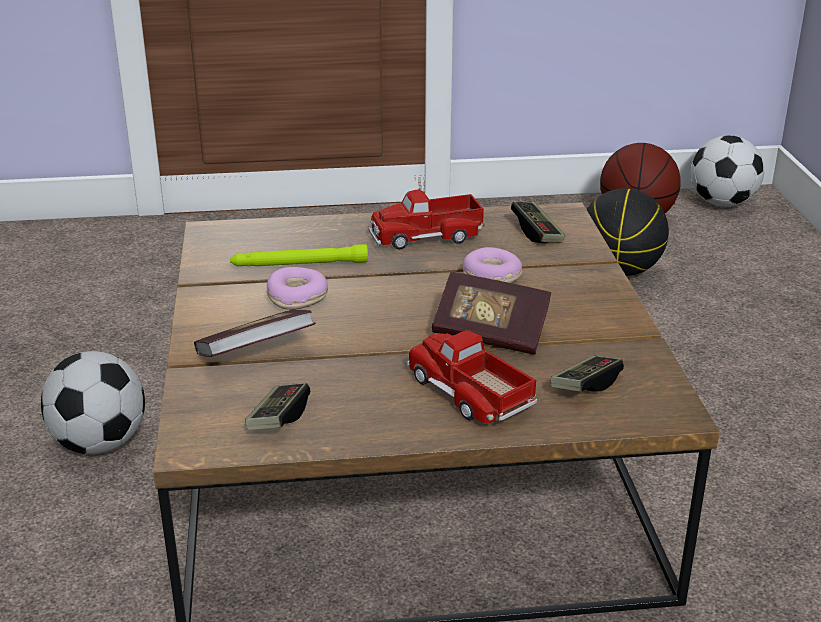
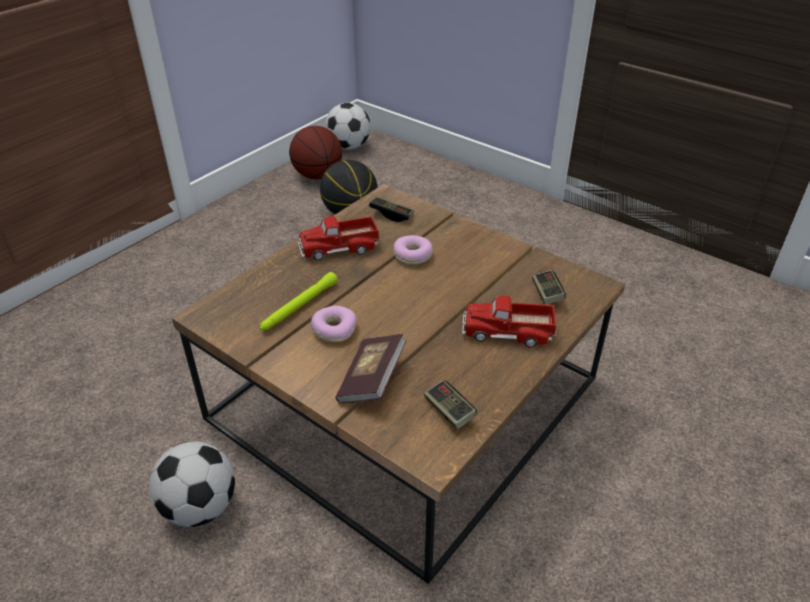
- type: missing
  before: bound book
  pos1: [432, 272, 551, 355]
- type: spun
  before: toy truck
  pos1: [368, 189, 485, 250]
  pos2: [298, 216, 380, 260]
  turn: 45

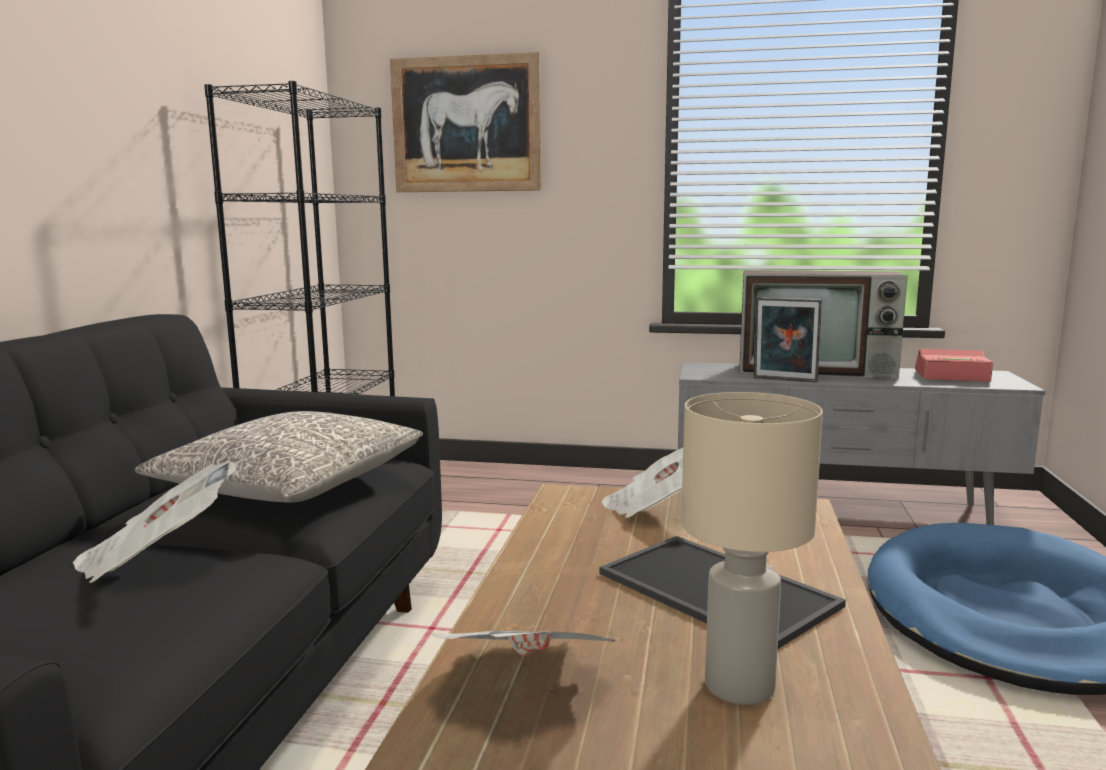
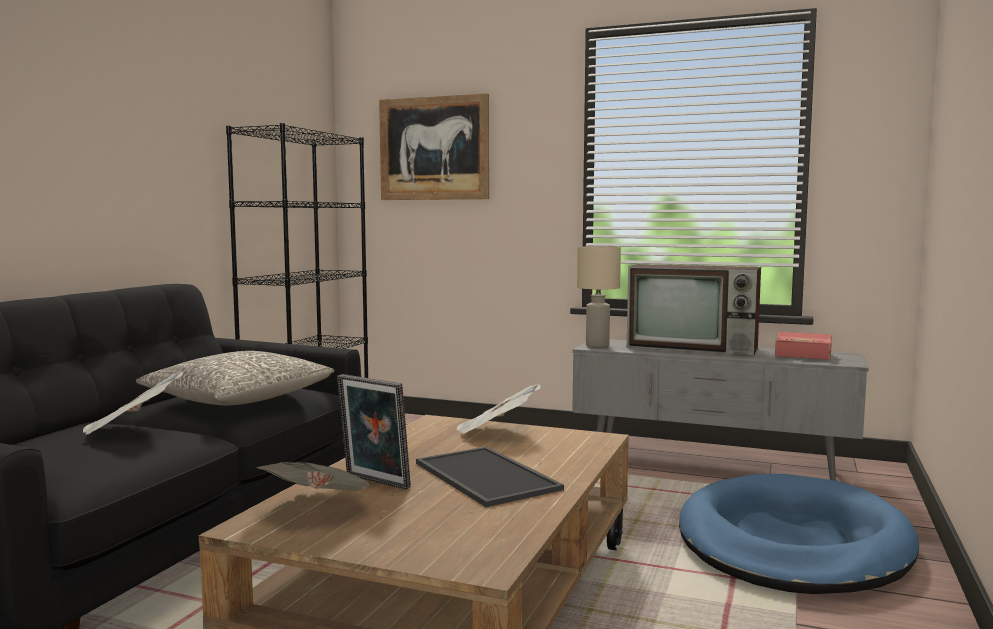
- type: relocated
  before: beige lamp for a table
  pos1: [681, 392, 823, 705]
  pos2: [577, 246, 621, 347]
- type: relocated
  before: standing frame
  pos1: [753, 297, 822, 382]
  pos2: [337, 374, 411, 490]

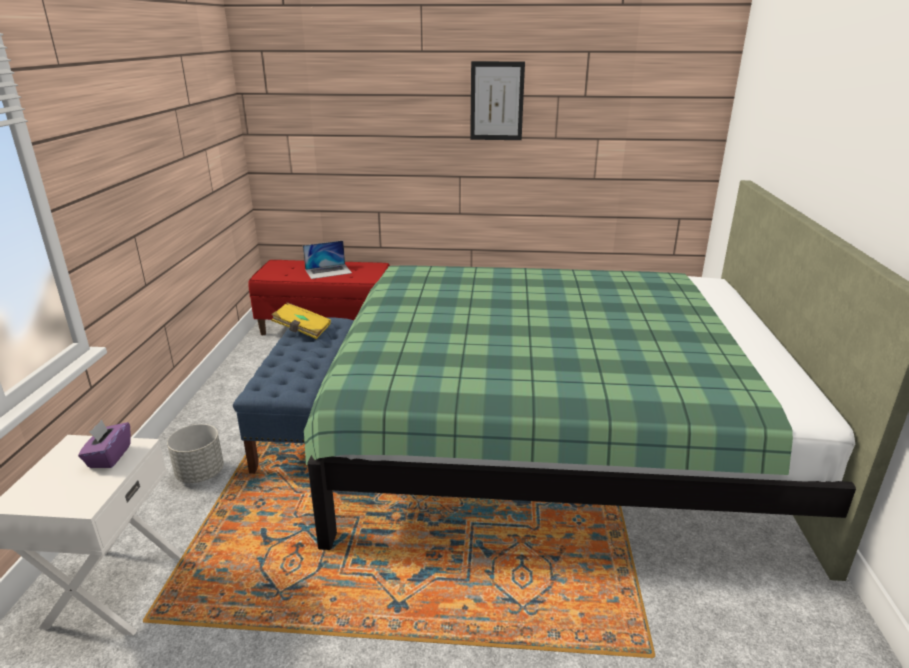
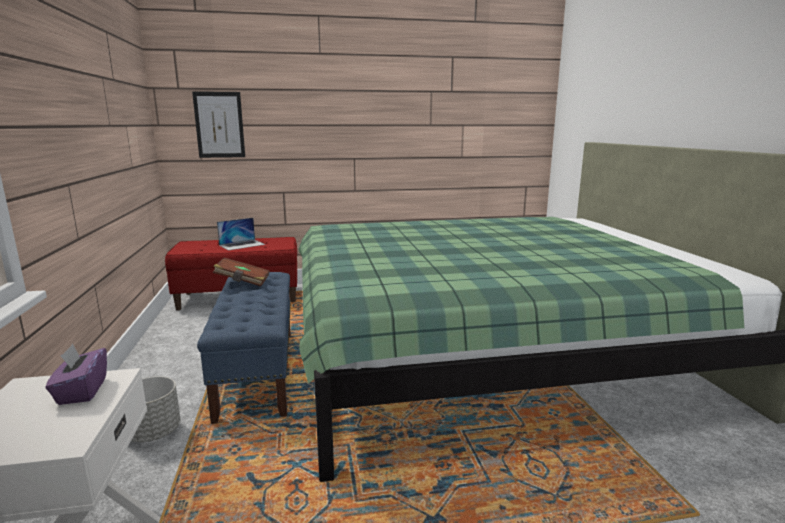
- type: relocated
  before: wall art
  pos1: [470, 61, 525, 140]
  pos2: [192, 91, 245, 158]
- type: colour
  before: yellow-coloured bound book
  after: brownish bound book
  pos1: [271, 302, 331, 339]
  pos2: [213, 258, 270, 287]

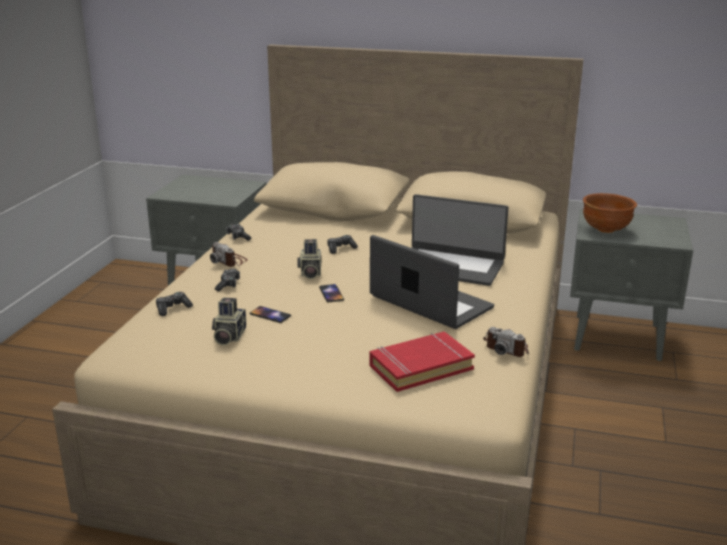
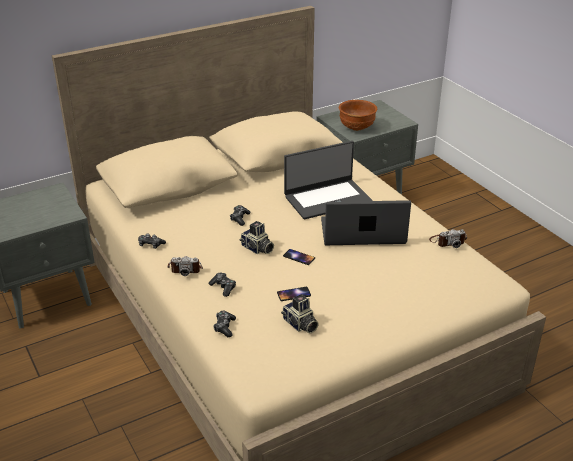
- type: missing
  before: red-coloured bound book
  pos1: [369, 332, 475, 392]

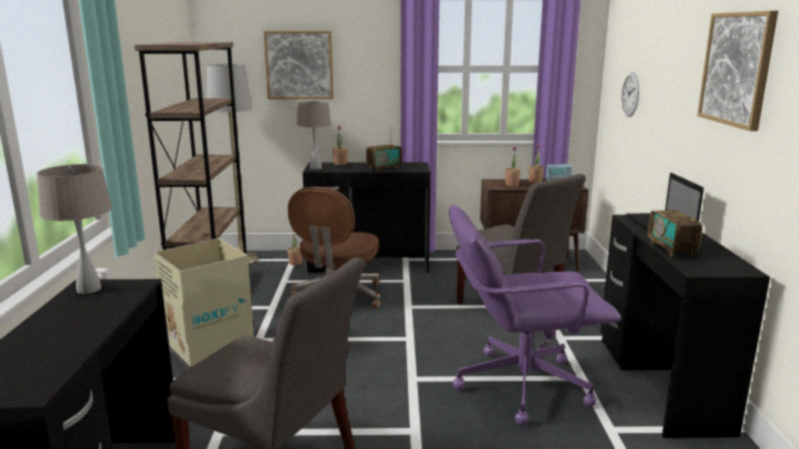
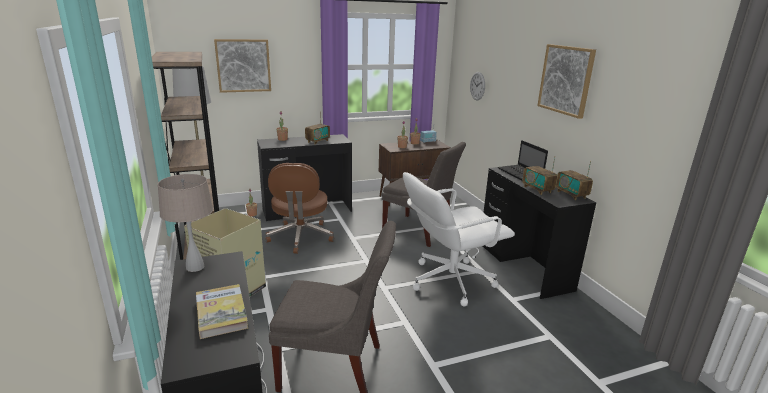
- type: missing
  before: beige lamp for a table
  pos1: [297, 101, 331, 170]
- type: appeared
  after: bound book
  pos2: [196, 284, 248, 339]
- type: appeared
  after: radio set
  pos2: [556, 161, 593, 200]
- type: colour
  before: purplish desk chair
  after: whitish desk chair
  pos1: [449, 205, 621, 425]
  pos2: [403, 172, 515, 307]

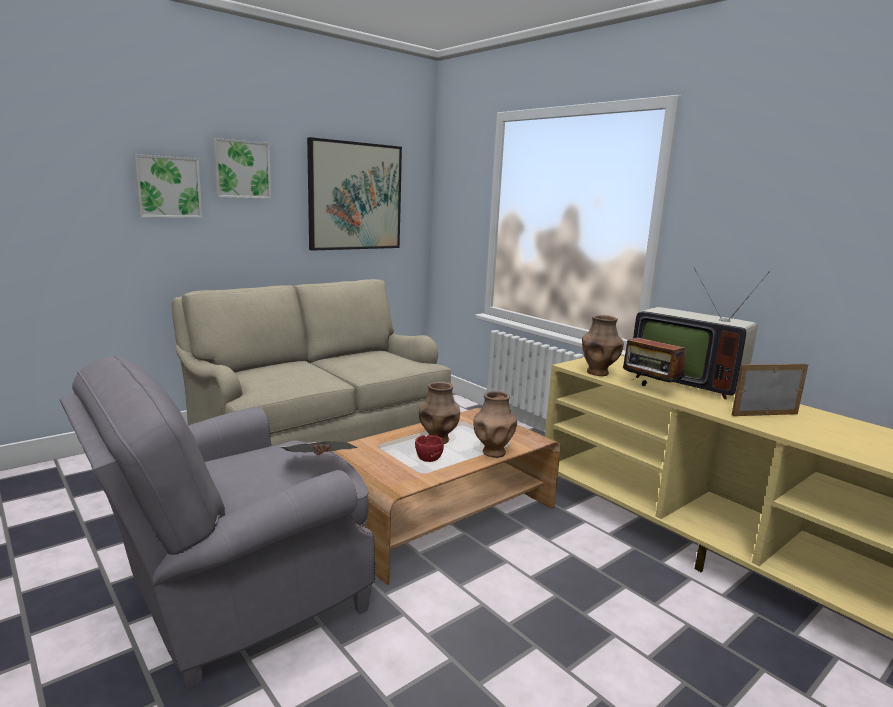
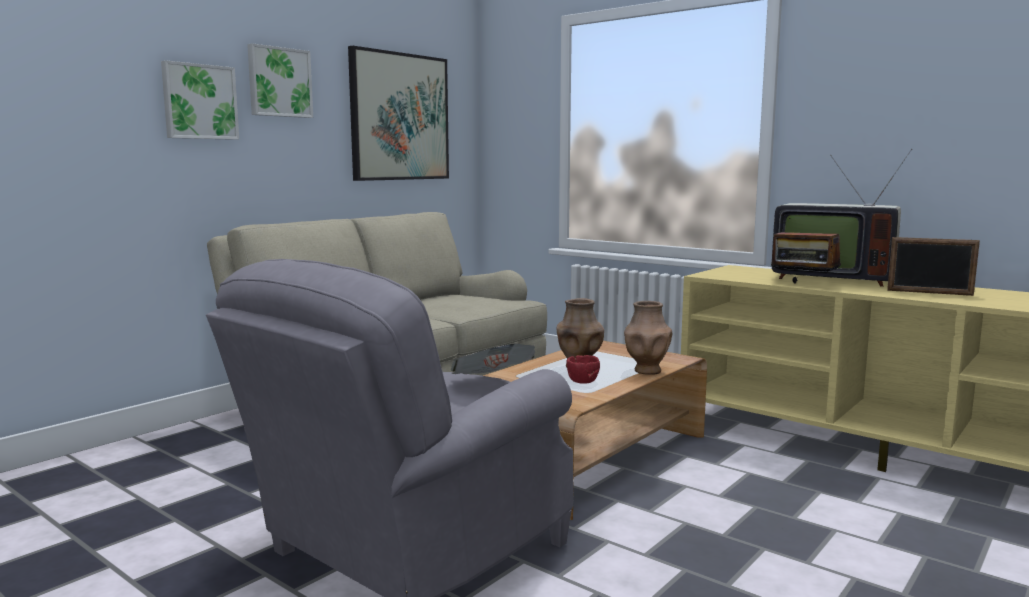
- type: missing
  before: brownish vase
  pos1: [582, 315, 624, 376]
- type: spun
  before: standing frame
  pos1: [732, 364, 808, 416]
  pos2: [887, 237, 980, 296]
  turn: -135

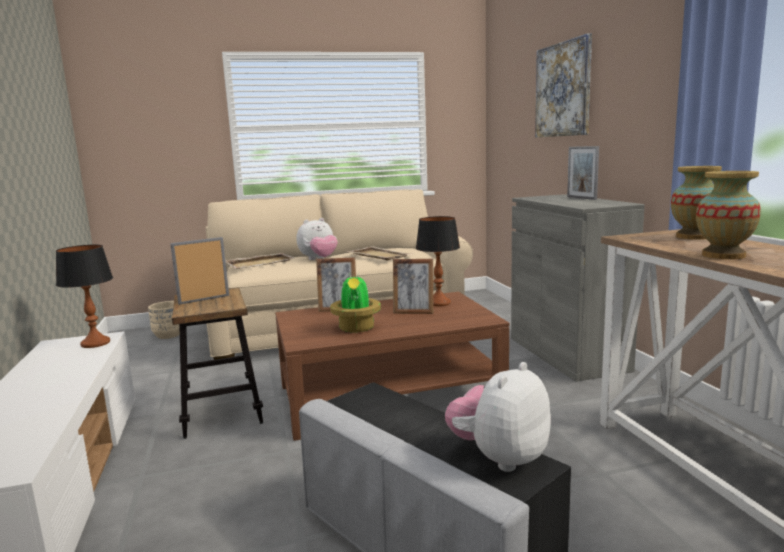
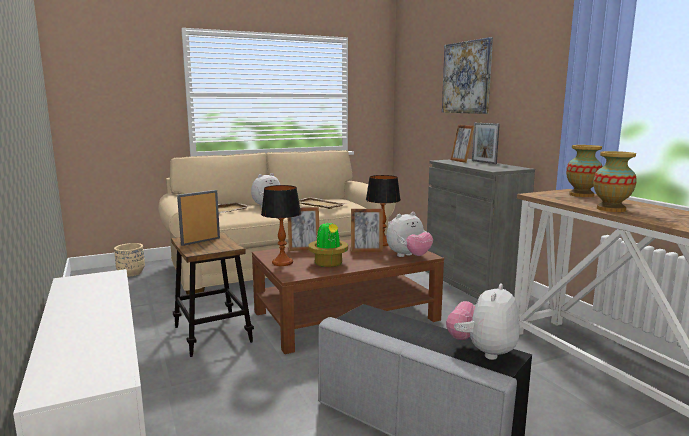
- type: appeared
  after: soft toy
  pos2: [386, 212, 433, 257]
- type: appeared
  after: standing frame
  pos2: [450, 125, 475, 163]
- type: relocated
  before: lamp for a table
  pos1: [56, 245, 113, 348]
  pos2: [261, 185, 301, 266]

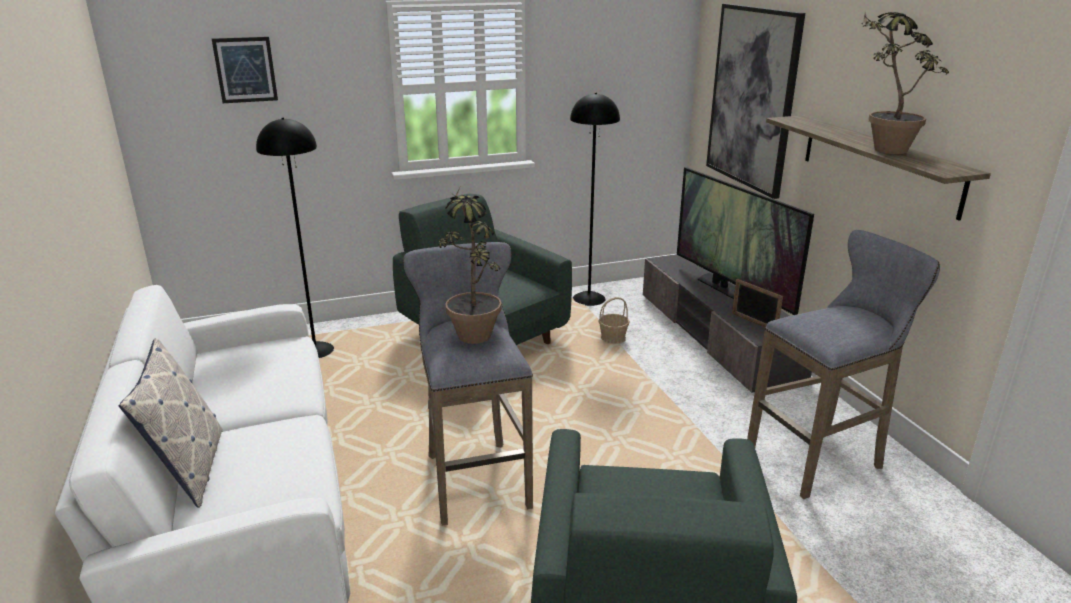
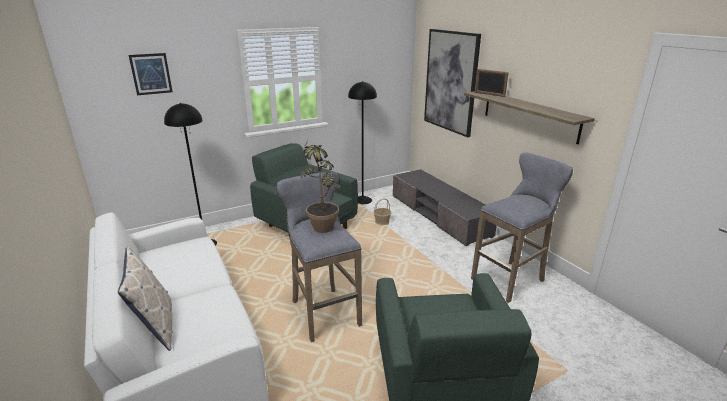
- type: missing
  before: television
  pos1: [677, 167, 814, 315]
- type: missing
  before: plant in a pot
  pos1: [861, 12, 949, 154]
- type: relocated
  before: standing frame
  pos1: [732, 279, 783, 327]
  pos2: [474, 69, 509, 97]

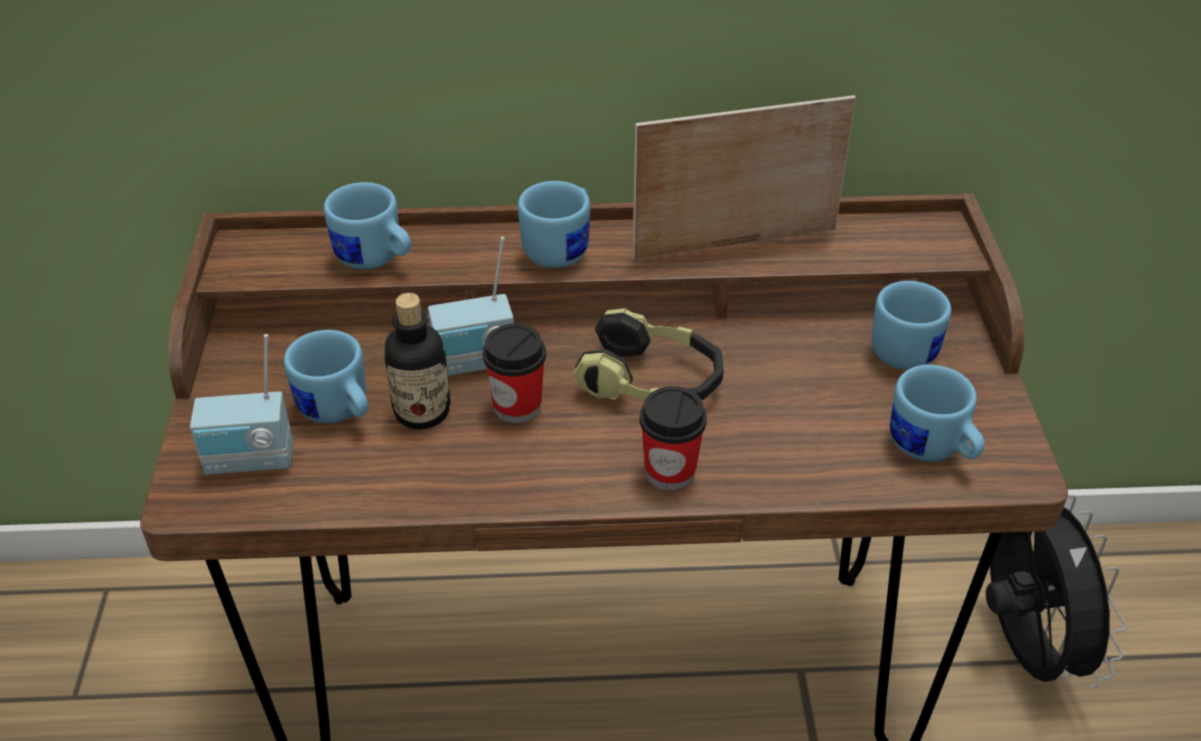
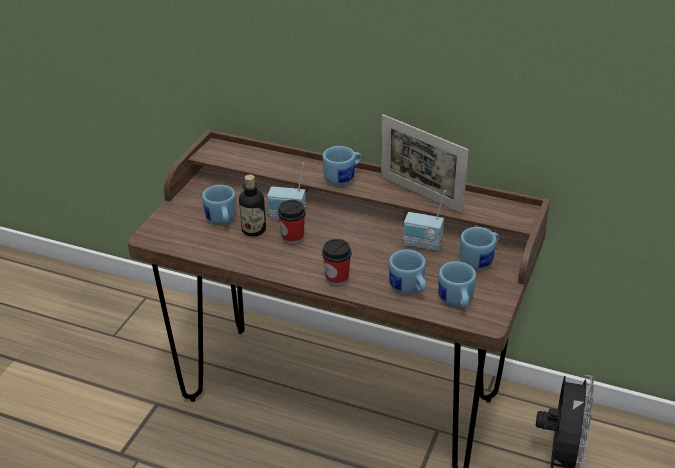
- type: missing
  before: headphones
  pos1: [574, 308, 724, 400]
- type: relocated
  before: radio set
  pos1: [190, 334, 293, 475]
  pos2: [403, 190, 446, 251]
- type: relocated
  before: blue mug
  pos1: [324, 182, 411, 269]
  pos2: [389, 250, 426, 294]
- type: spun
  before: standing frame
  pos1: [632, 95, 856, 260]
  pos2: [381, 114, 468, 213]
  turn: -150

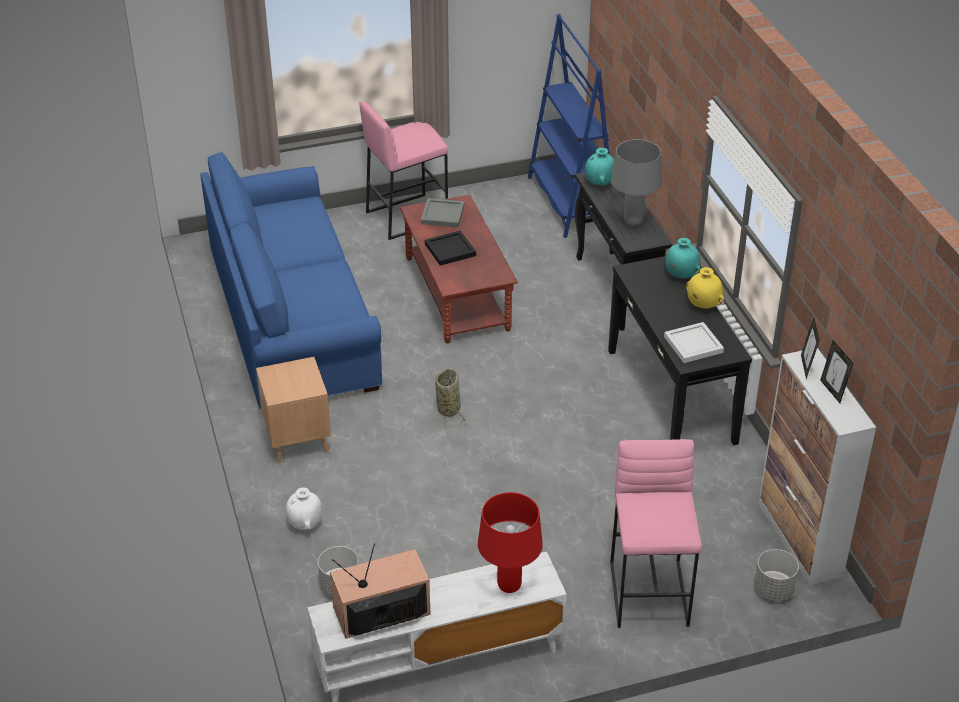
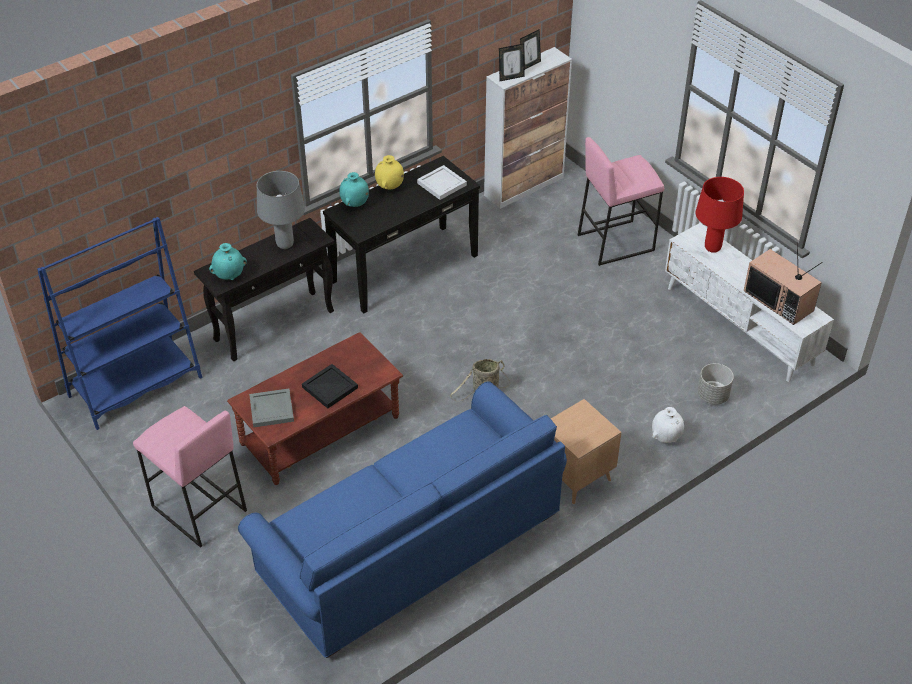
- type: missing
  before: gray plant pot
  pos1: [754, 549, 799, 601]

